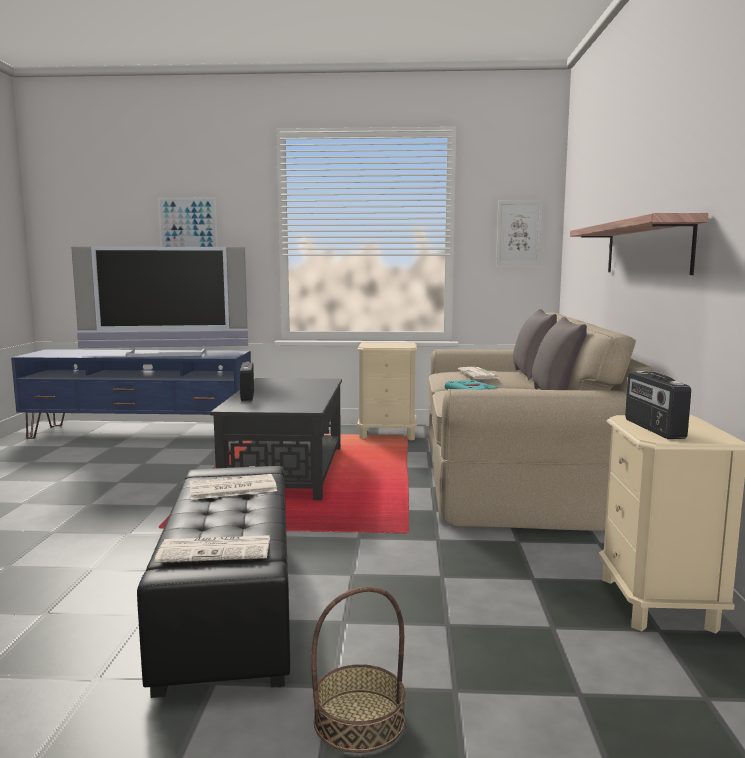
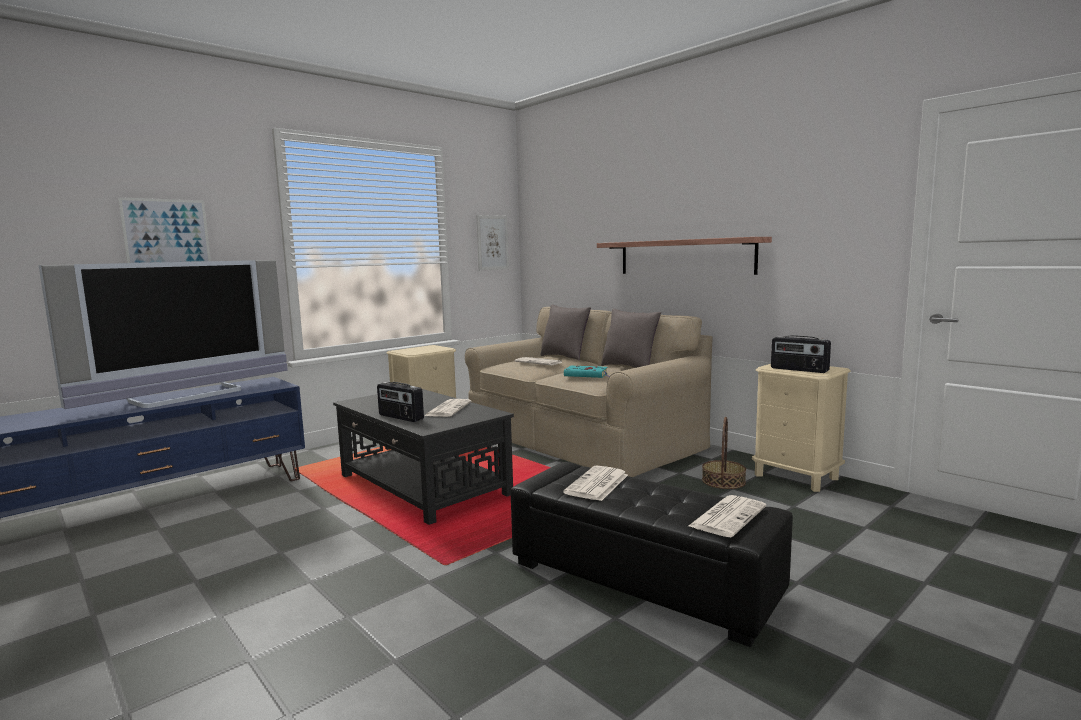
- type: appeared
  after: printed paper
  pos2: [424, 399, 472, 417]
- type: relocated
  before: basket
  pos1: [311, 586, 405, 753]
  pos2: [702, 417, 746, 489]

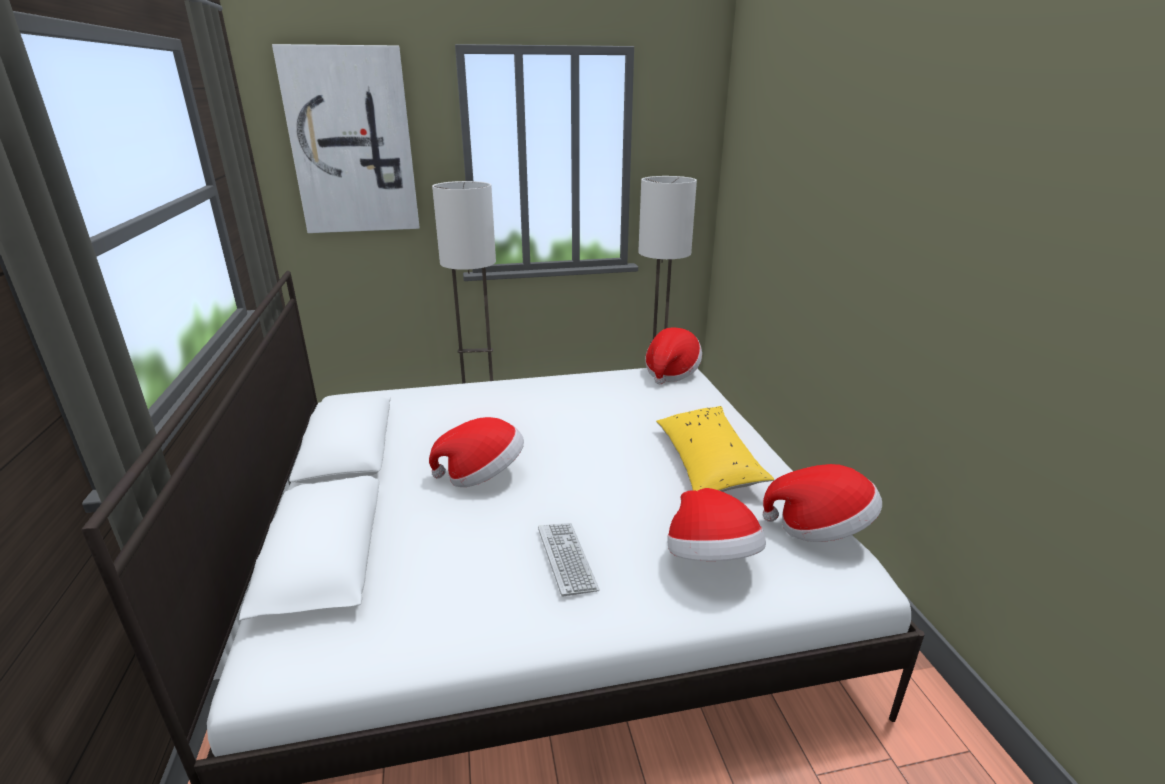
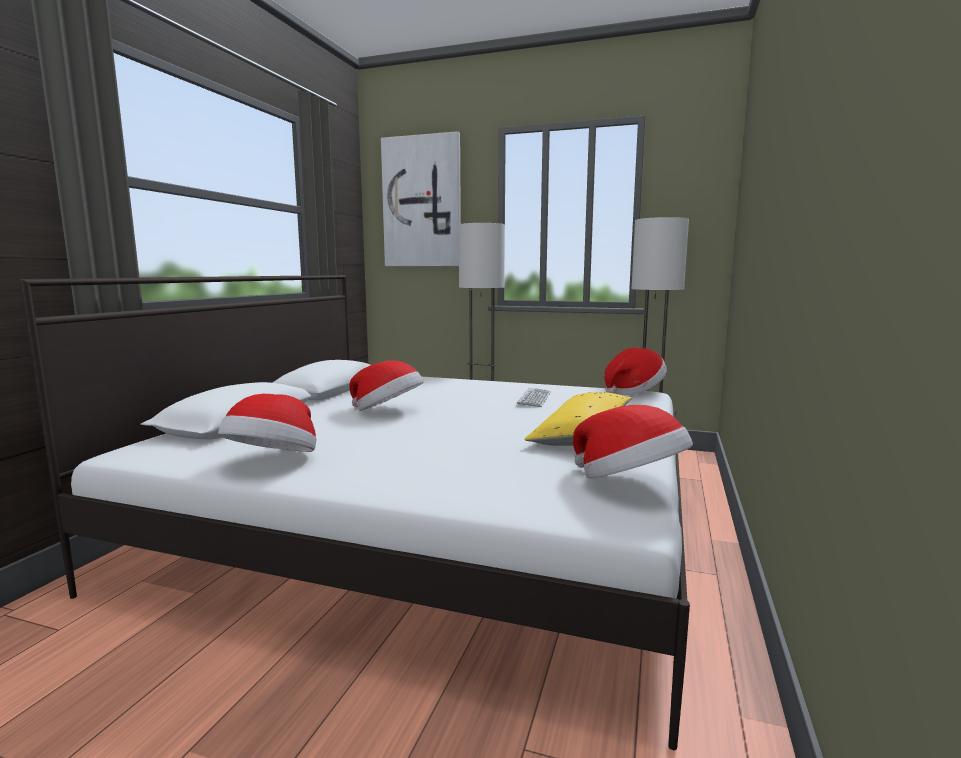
- type: relocated
  before: PC keyboard
  pos1: [538, 523, 600, 597]
  pos2: [517, 388, 550, 407]
- type: relocated
  before: clothing hat
  pos1: [668, 488, 766, 561]
  pos2: [218, 394, 317, 452]

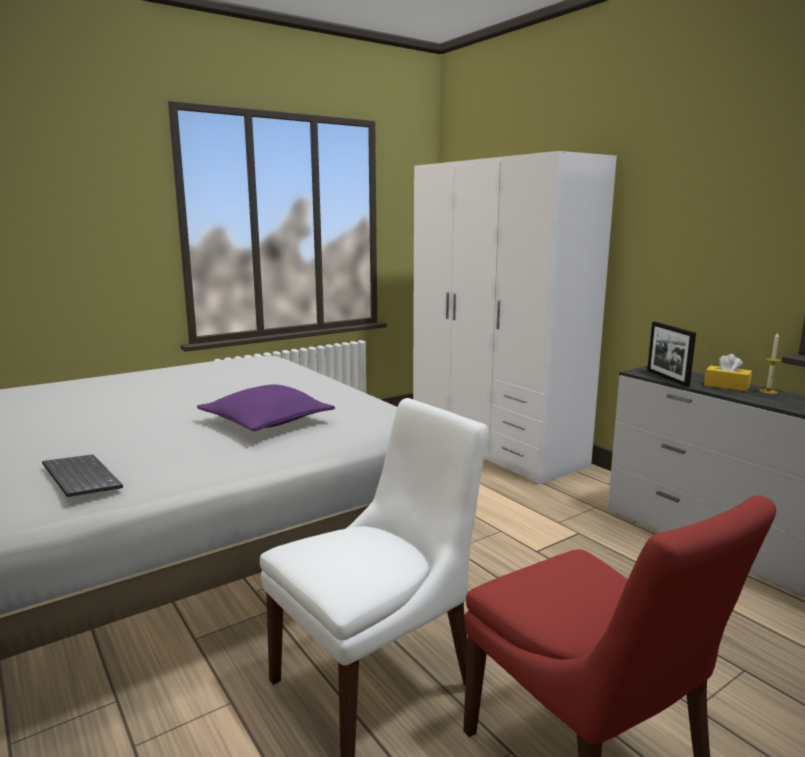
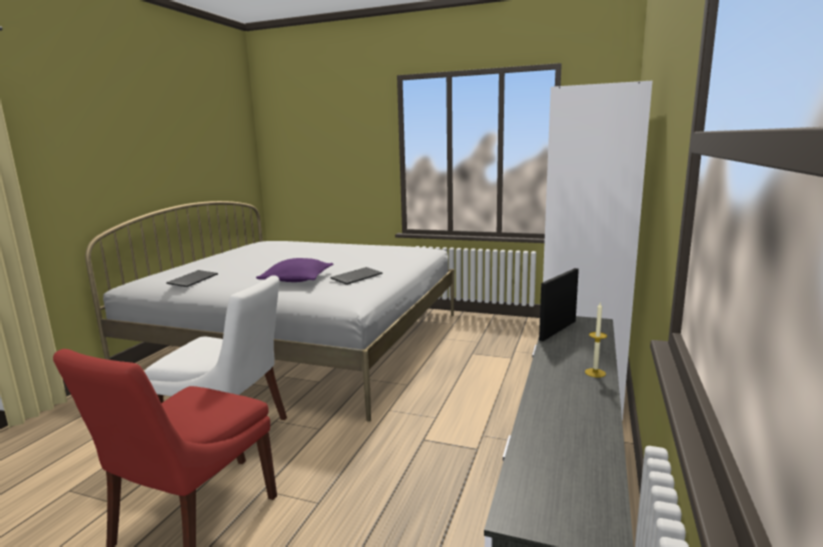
- type: missing
  before: yellow-coloured box of tissues
  pos1: [704, 354, 752, 391]
- type: appeared
  after: PC keyboard
  pos2: [331, 267, 382, 285]

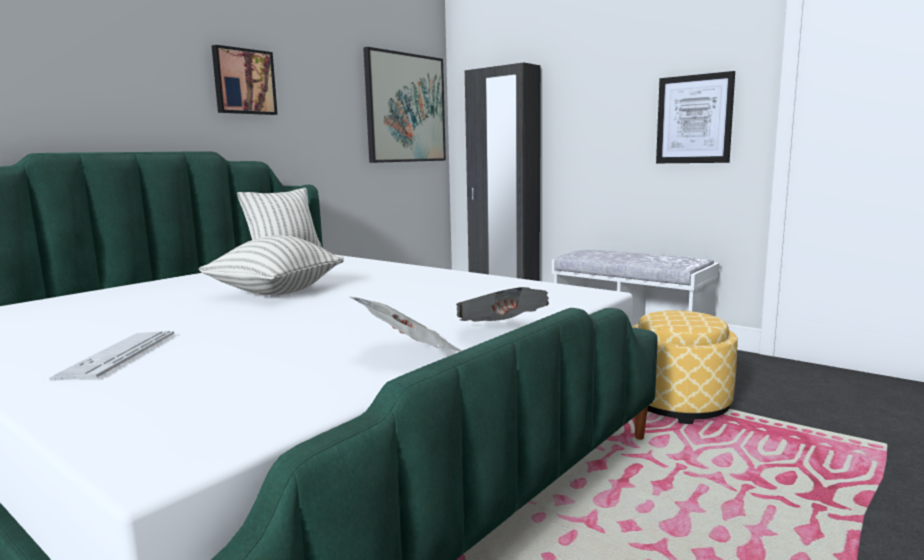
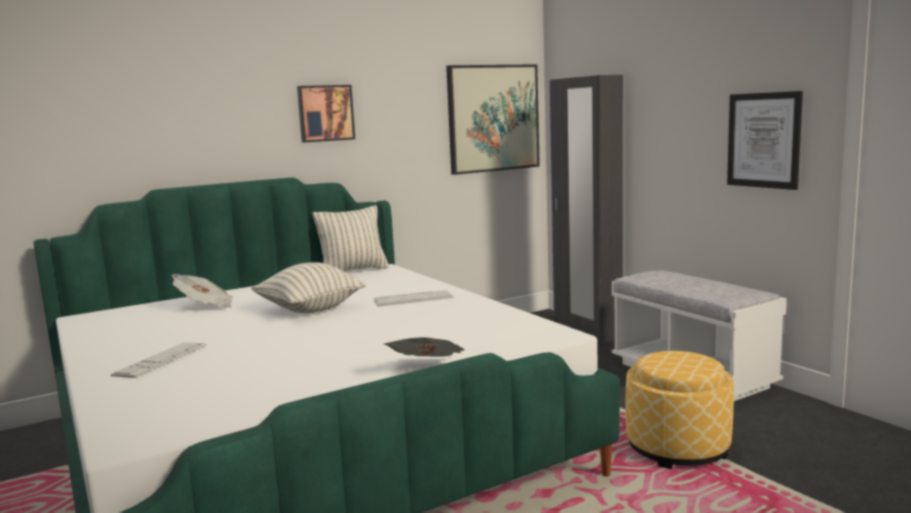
- type: appeared
  after: PC keyboard
  pos2: [374, 290, 453, 307]
- type: relocated
  before: printed paper
  pos1: [350, 297, 462, 352]
  pos2: [172, 274, 233, 308]

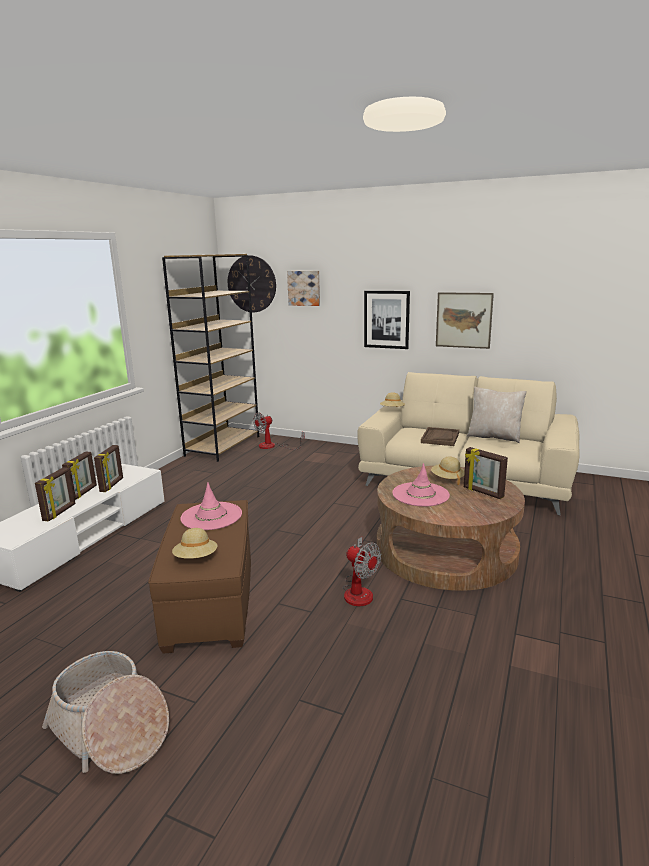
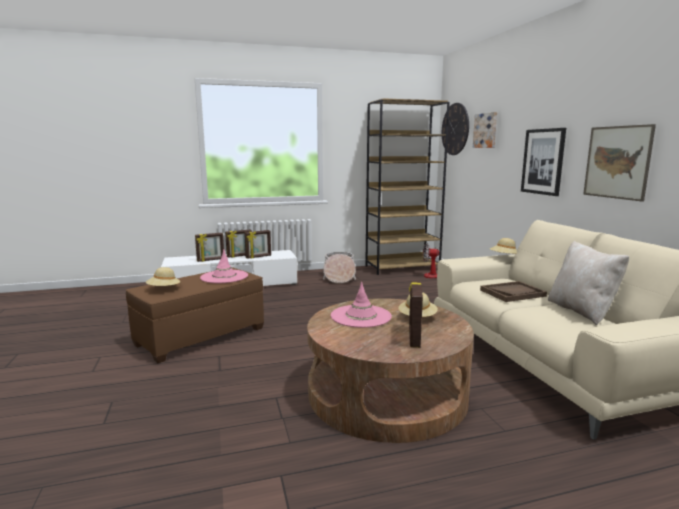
- type: missing
  before: fan
  pos1: [343, 537, 381, 606]
- type: relocated
  before: basket
  pos1: [42, 651, 169, 774]
  pos2: [323, 252, 356, 284]

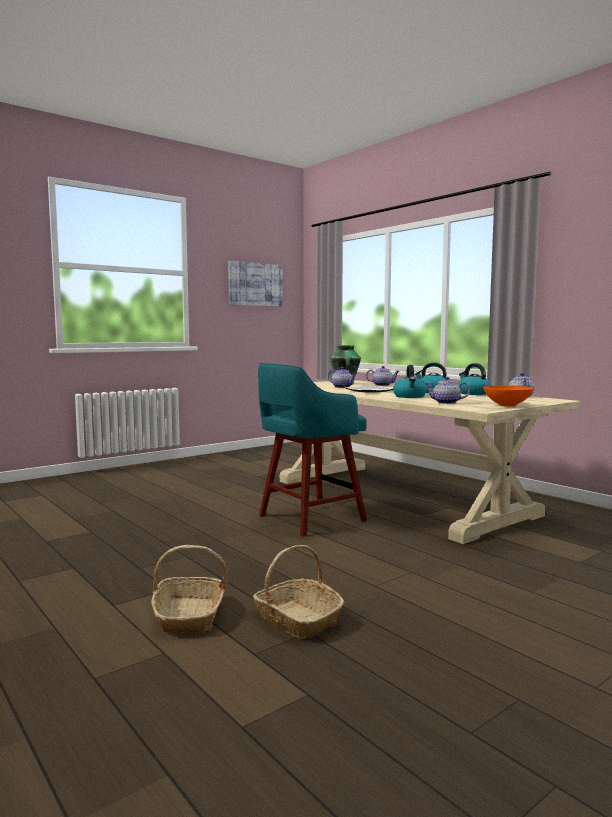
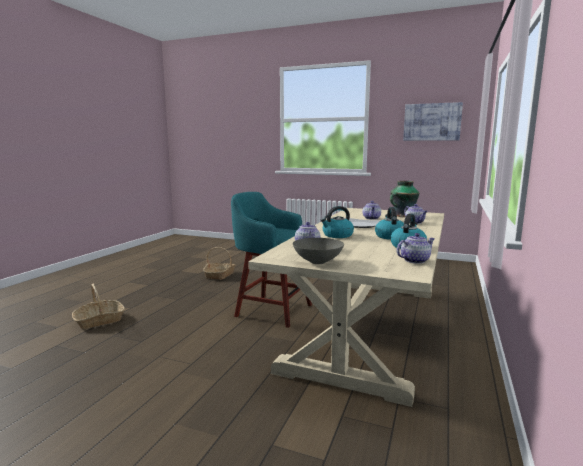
- type: relocated
  before: basket
  pos1: [253, 545, 344, 639]
  pos2: [203, 247, 236, 280]
- type: colour
  before: orange bowl
  after: gray bowl
  pos1: [483, 386, 534, 407]
  pos2: [293, 238, 344, 264]

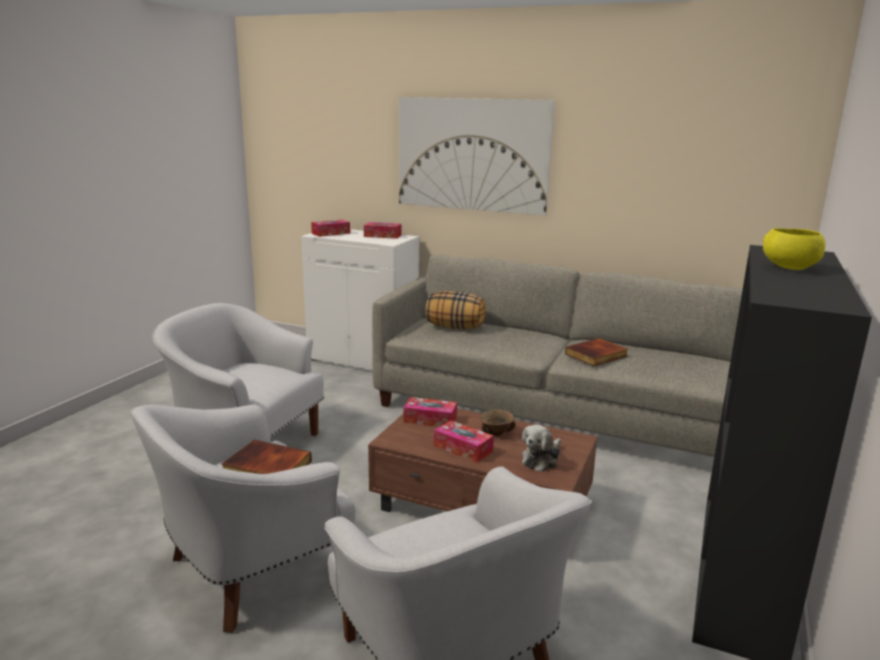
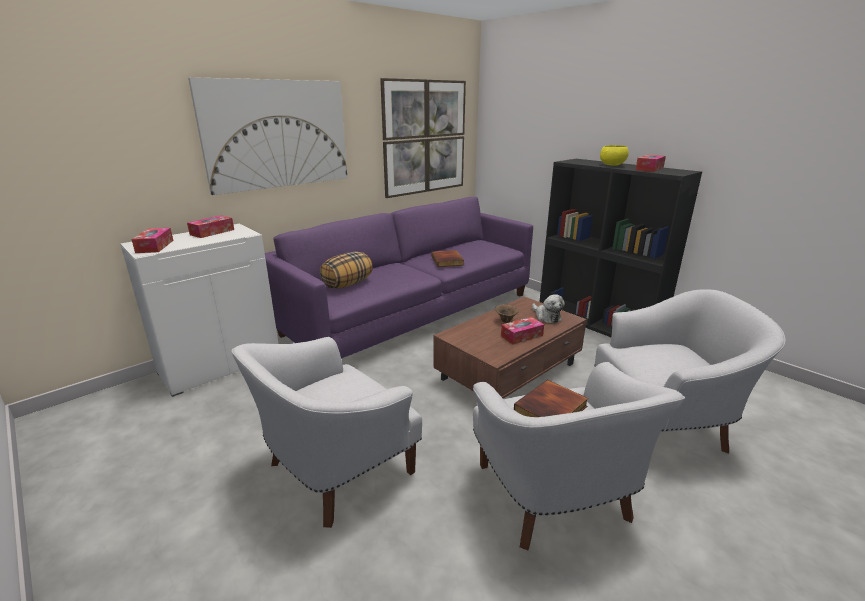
- type: appeared
  after: wall art
  pos2: [380, 78, 466, 198]
- type: relocated
  before: box of tissues
  pos1: [403, 397, 457, 427]
  pos2: [635, 155, 666, 172]
- type: colour
  before: gray sofa
  after: purplish sofa
  pos1: [372, 255, 743, 457]
  pos2: [265, 197, 533, 359]

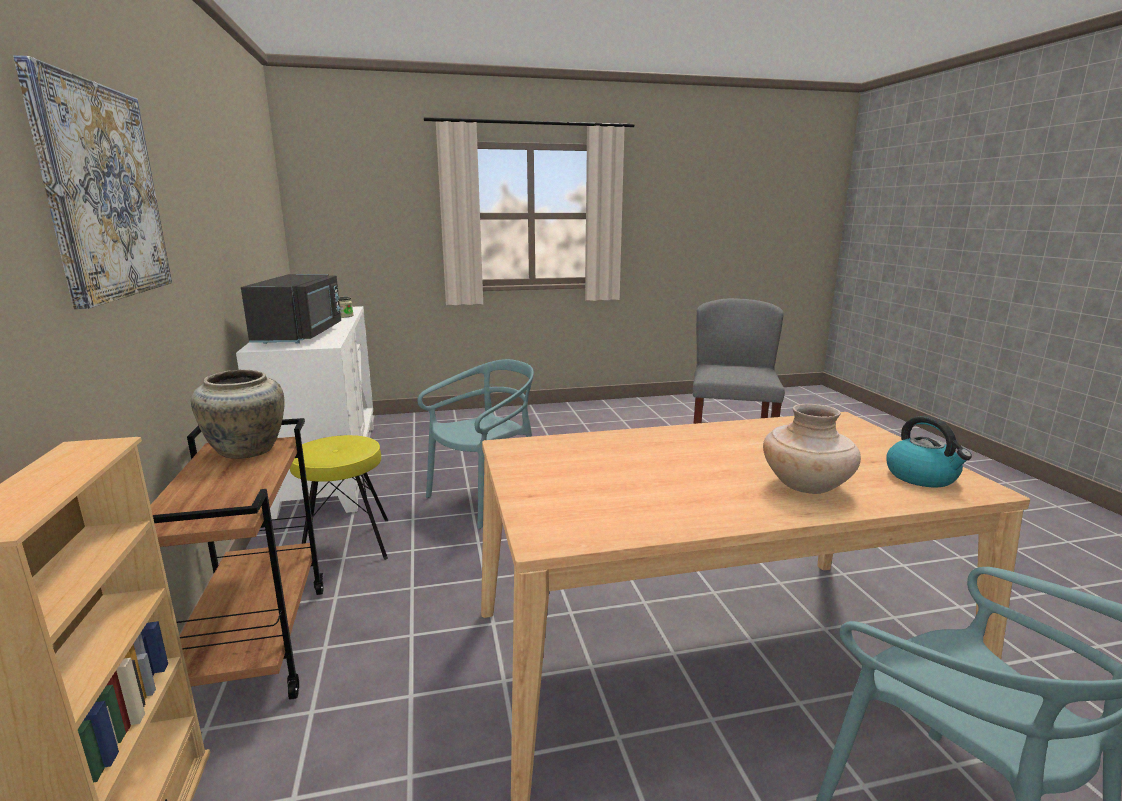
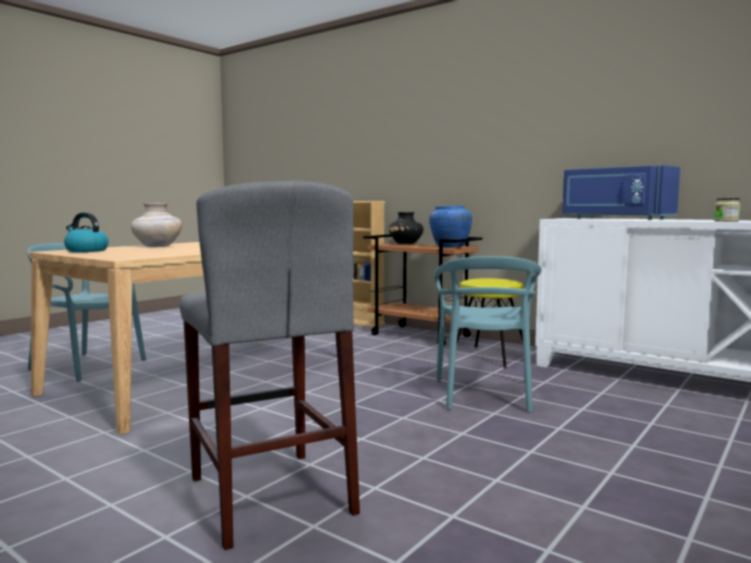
- type: missing
  before: wall art
  pos1: [13, 55, 172, 309]
- type: appeared
  after: black vase
  pos2: [389, 212, 424, 244]
- type: colour
  before: beige vase
  after: blue vase
  pos1: [191, 370, 285, 459]
  pos2: [429, 206, 472, 248]
- type: colour
  before: black microwave
  after: blue microwave
  pos1: [241, 274, 341, 344]
  pos2: [562, 165, 680, 220]

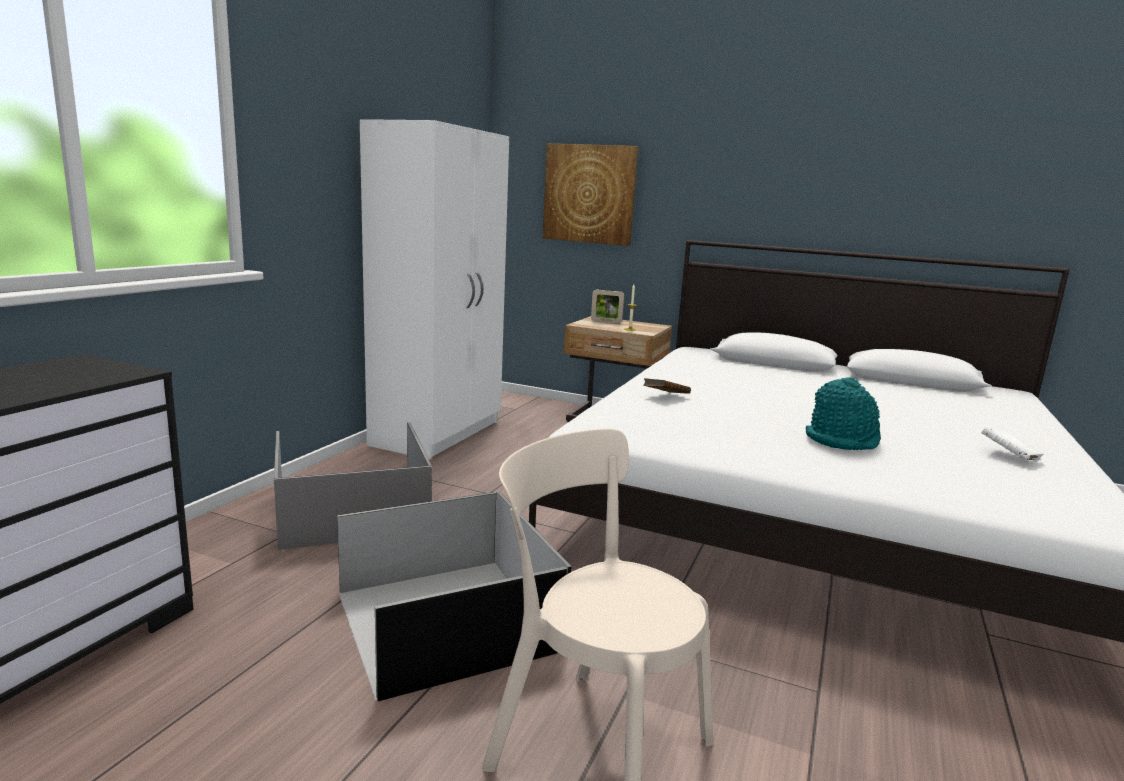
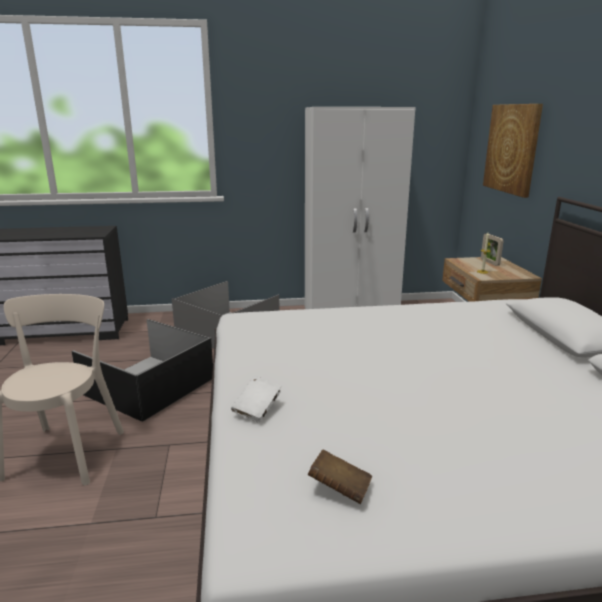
- type: missing
  before: blue-green clothing hat
  pos1: [806, 377, 881, 450]
- type: relocated
  before: brownish bound book
  pos1: [644, 378, 691, 394]
  pos2: [308, 450, 372, 504]
- type: relocated
  before: whitish bound book
  pos1: [981, 427, 1044, 462]
  pos2: [231, 376, 282, 423]

